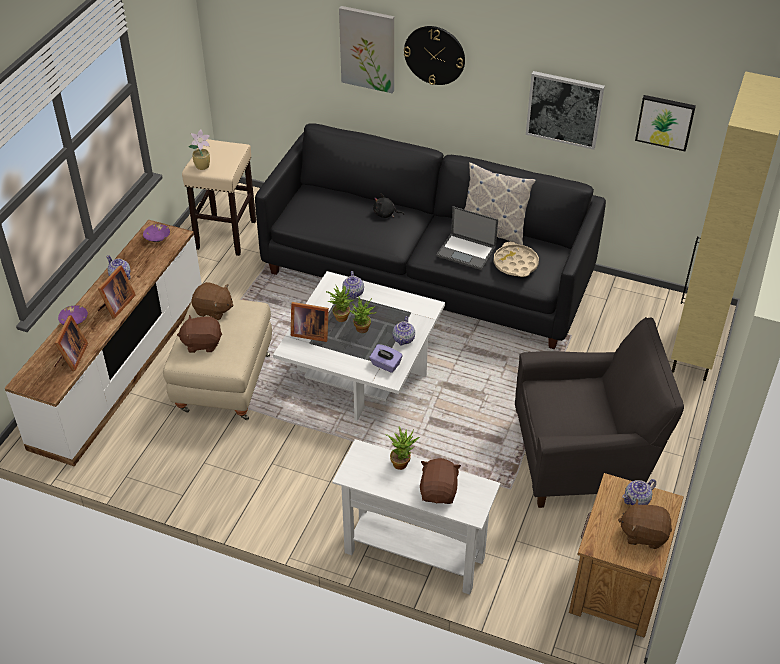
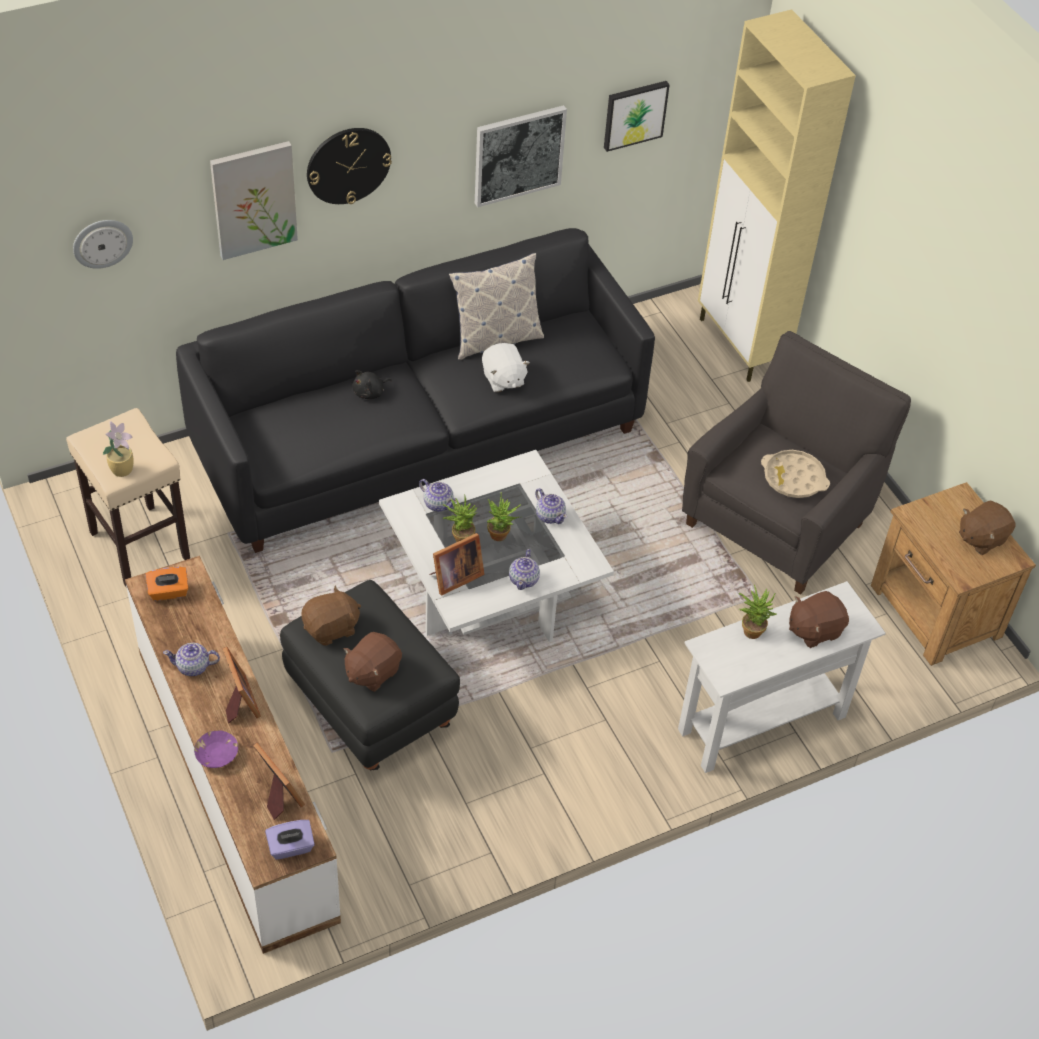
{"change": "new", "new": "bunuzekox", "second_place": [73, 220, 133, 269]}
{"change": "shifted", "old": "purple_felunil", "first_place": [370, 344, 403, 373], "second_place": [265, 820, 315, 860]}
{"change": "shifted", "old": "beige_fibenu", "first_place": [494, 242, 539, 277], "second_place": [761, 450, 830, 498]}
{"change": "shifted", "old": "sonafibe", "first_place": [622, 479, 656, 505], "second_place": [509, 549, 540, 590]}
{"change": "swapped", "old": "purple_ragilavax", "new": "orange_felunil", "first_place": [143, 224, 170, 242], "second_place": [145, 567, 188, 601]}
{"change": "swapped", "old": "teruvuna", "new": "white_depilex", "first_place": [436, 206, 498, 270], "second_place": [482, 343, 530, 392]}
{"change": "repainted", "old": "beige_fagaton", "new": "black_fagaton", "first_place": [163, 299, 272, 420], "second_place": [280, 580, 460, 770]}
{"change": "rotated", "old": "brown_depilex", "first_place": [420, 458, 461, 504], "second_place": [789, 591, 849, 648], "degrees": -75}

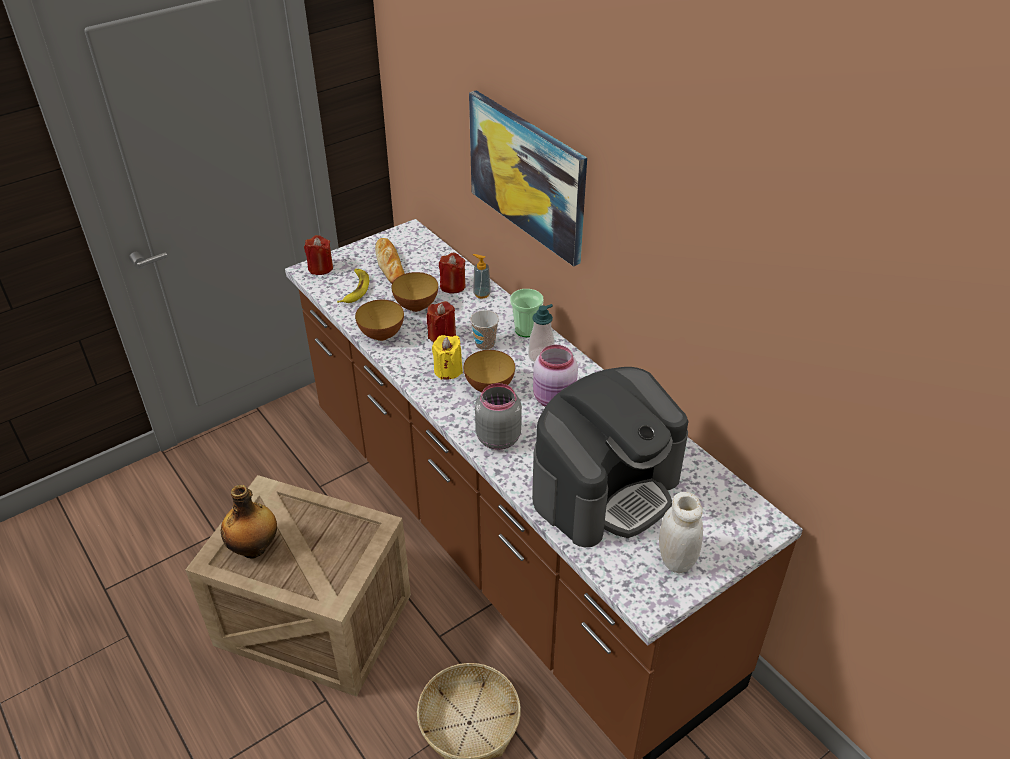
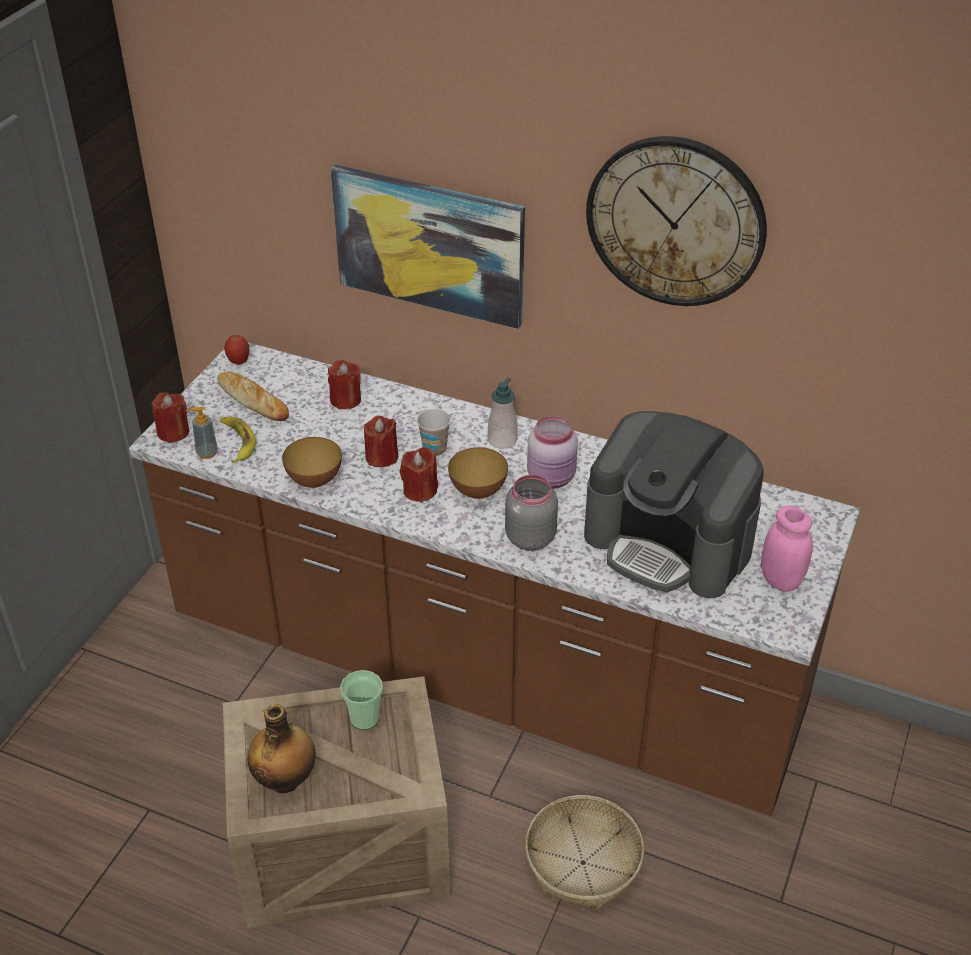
{"change": "gone", "old": "ragilavax", "first_place": [391, 272, 438, 312]}
{"change": "new", "new": "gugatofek", "second_place": [224, 335, 249, 365]}
{"change": "new", "new": "bunuzekox", "second_place": [586, 136, 767, 306]}
{"change": "shifted", "old": "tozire", "first_place": [473, 254, 491, 299], "second_place": [187, 407, 218, 459]}
{"change": "shifted", "old": "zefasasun", "first_place": [510, 289, 543, 337], "second_place": [340, 670, 383, 730]}
{"change": "repainted", "old": "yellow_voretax", "new": "red_voretax", "first_place": [432, 335, 463, 380], "second_place": [400, 447, 438, 503]}
{"change": "repainted", "old": "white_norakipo", "new": "pink_norakipo", "first_place": [659, 492, 703, 573], "second_place": [761, 505, 813, 592]}
{"change": "rotated", "old": "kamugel", "first_place": [532, 367, 688, 548], "second_place": [584, 411, 764, 598], "degrees": 105}

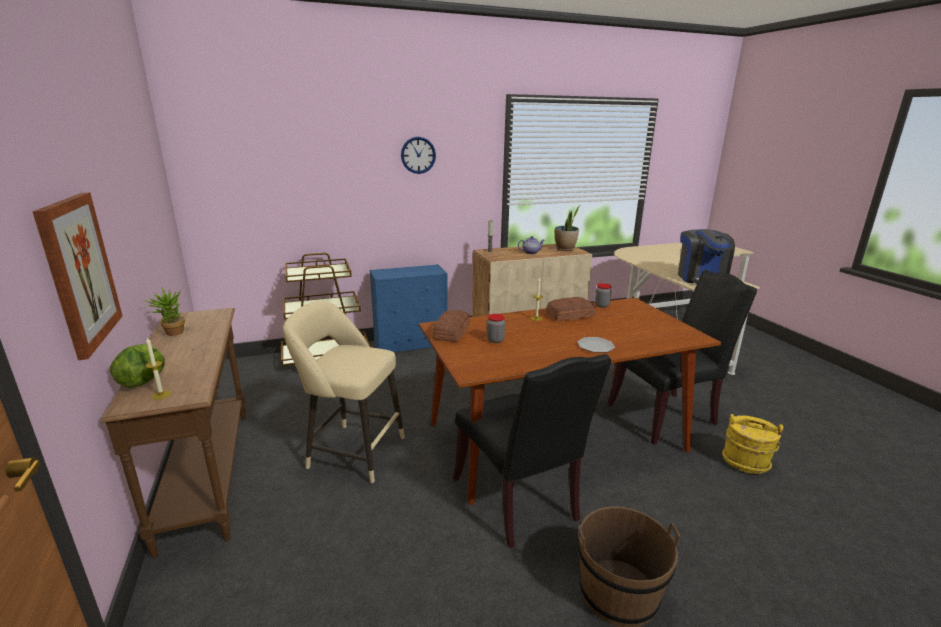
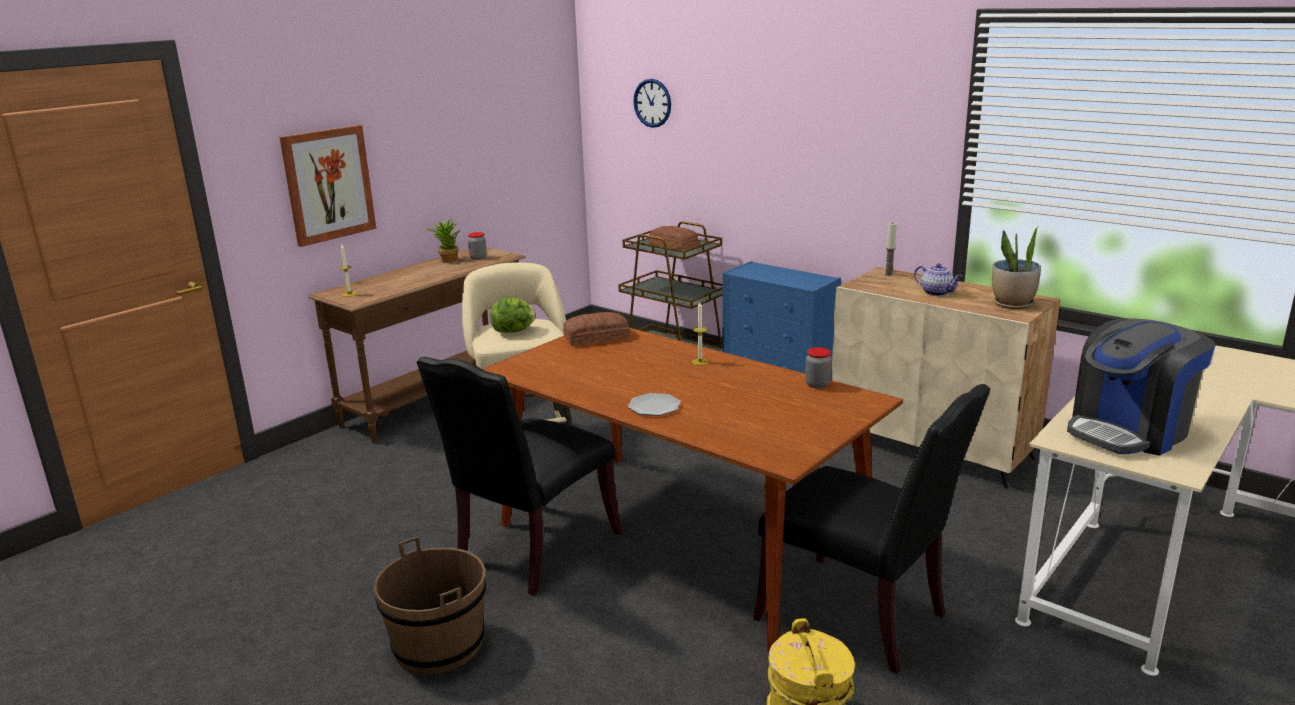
{"change": "shifted", "old": "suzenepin", "first_place": [110, 344, 165, 388], "second_place": [490, 297, 536, 333]}
{"change": "shifted", "old": "bunuzekox", "first_place": [401, 137, 436, 174], "second_place": [633, 79, 671, 128]}
{"change": "shifted", "old": "norakipo", "first_place": [487, 314, 505, 343], "second_place": [468, 232, 487, 260]}
{"change": "shifted", "old": "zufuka", "first_place": [546, 297, 596, 321], "second_place": [648, 226, 699, 250]}

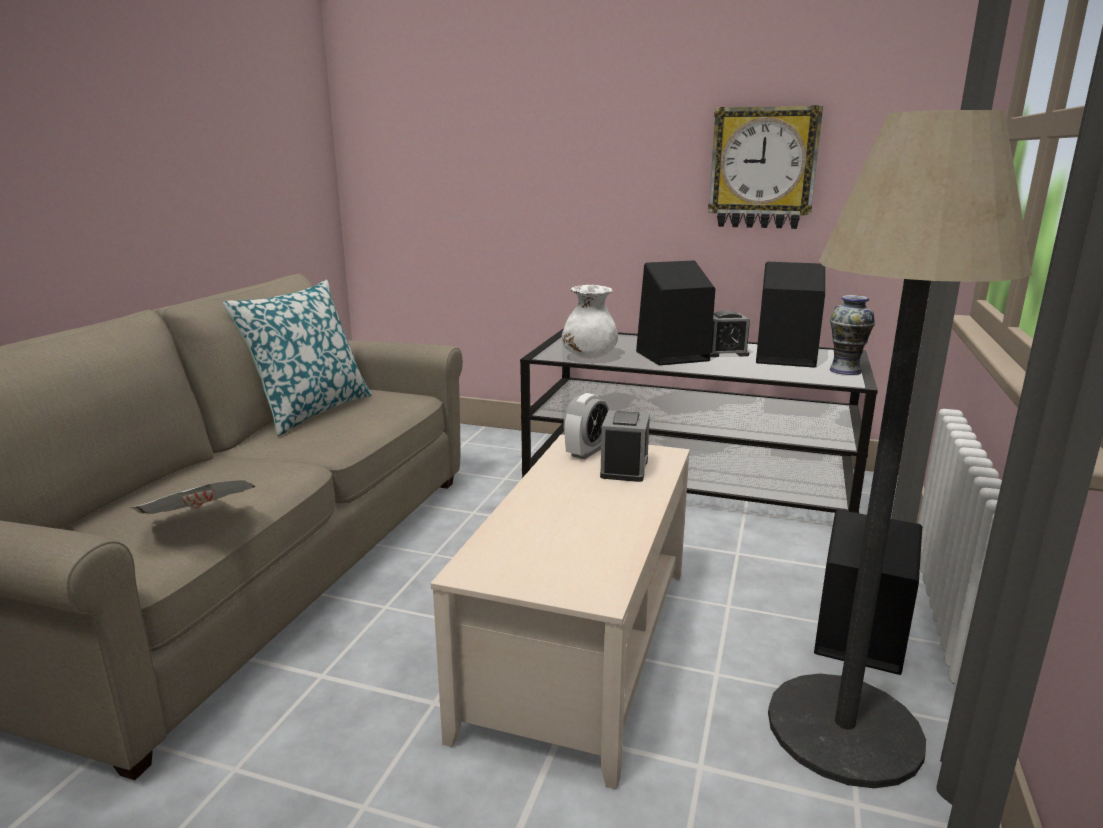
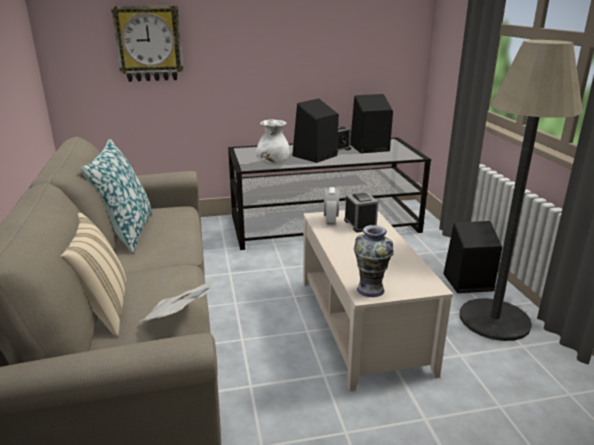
{"change": "new", "new": "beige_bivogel", "second_place": [61, 213, 126, 337]}
{"change": "shifted", "old": "bunuzekox", "first_place": [708, 105, 823, 229], "second_place": [111, 6, 184, 82]}
{"change": "shifted", "old": "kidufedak", "first_place": [830, 295, 875, 375], "second_place": [354, 225, 394, 297]}

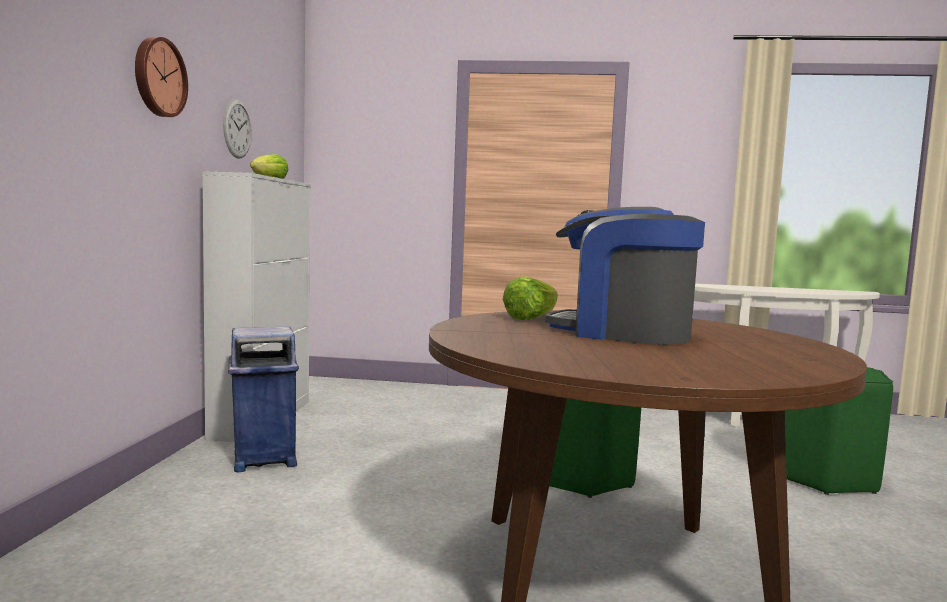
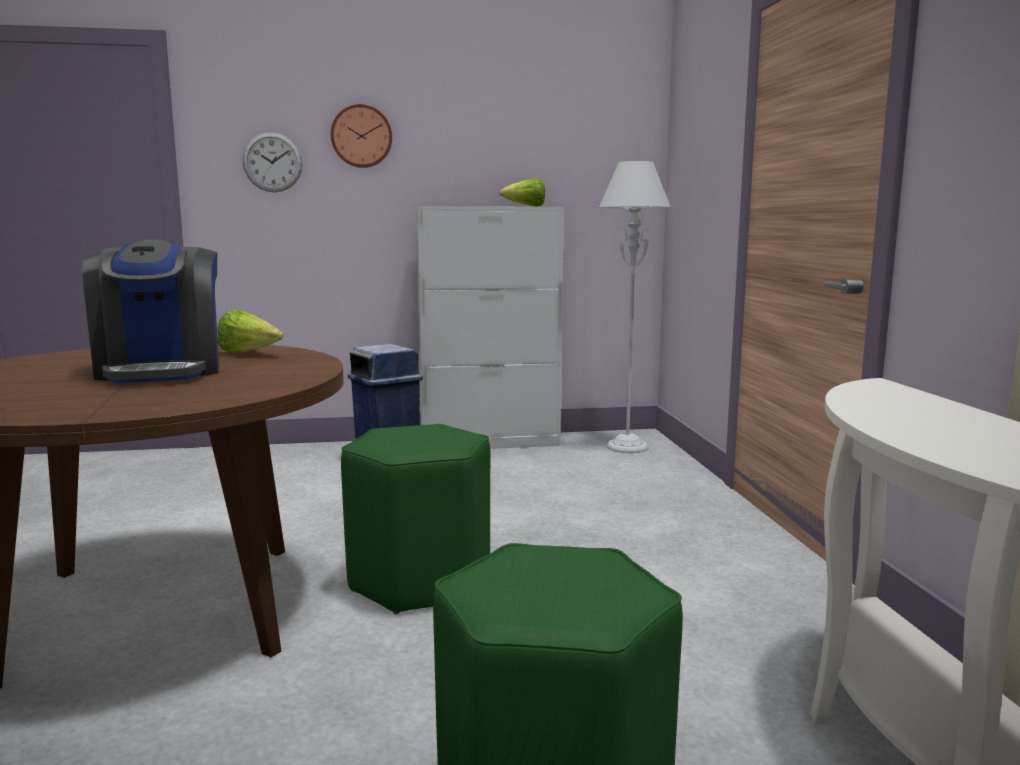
{"change": "new", "new": "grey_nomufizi", "second_place": [599, 161, 670, 453]}
{"change": "shifted", "old": "bunuzekox", "first_place": [223, 99, 252, 158], "second_place": [242, 132, 303, 192]}
{"change": "rotated", "old": "kamugel", "first_place": [545, 207, 705, 345], "second_place": [82, 240, 219, 383], "degrees": 150}

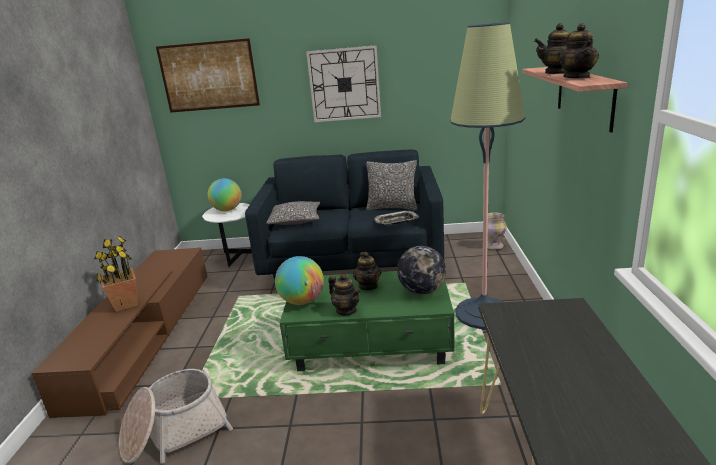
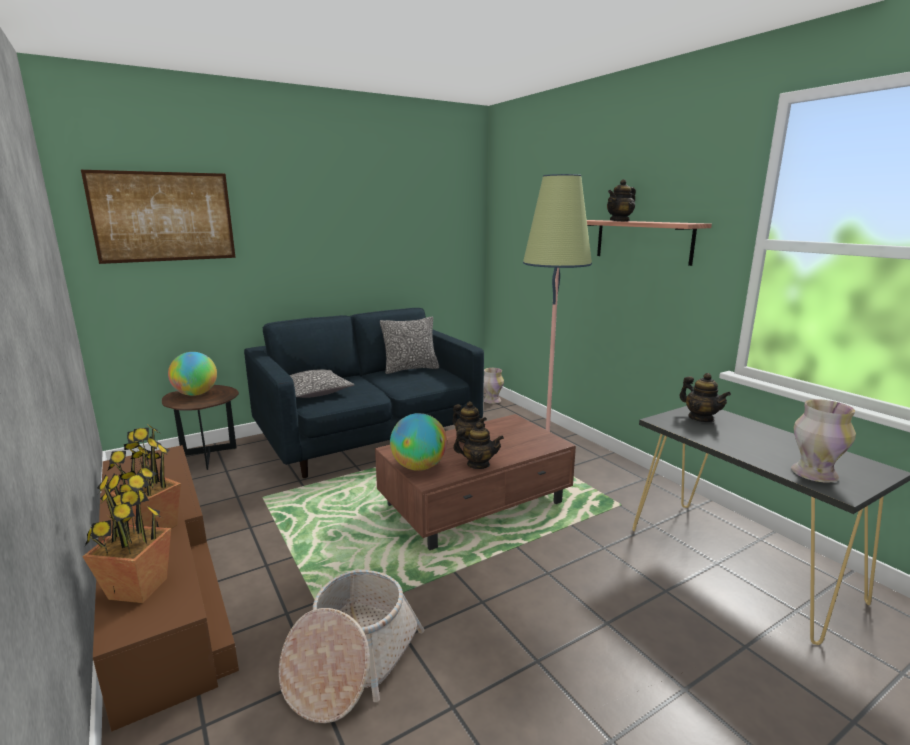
{"change": "gone", "old": "bunuzekox", "first_place": [306, 45, 381, 122]}
{"change": "gone", "old": "fibenu", "first_place": [374, 211, 419, 225]}
{"change": "gone", "old": "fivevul", "first_place": [397, 246, 446, 295]}
{"change": "new", "new": "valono", "second_place": [82, 473, 171, 603]}
{"change": "new", "new": "kidufedak", "second_place": [791, 399, 856, 483]}
{"change": "shifted", "old": "sonafibe", "first_place": [559, 23, 599, 78], "second_place": [679, 373, 731, 422]}
{"change": "repainted", "old": "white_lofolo", "new": "brown_lofolo", "first_place": [202, 203, 252, 267], "second_place": [162, 385, 239, 470]}
{"change": "repainted", "old": "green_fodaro", "new": "brown_fodaro", "first_place": [280, 271, 455, 371], "second_place": [375, 414, 576, 550]}

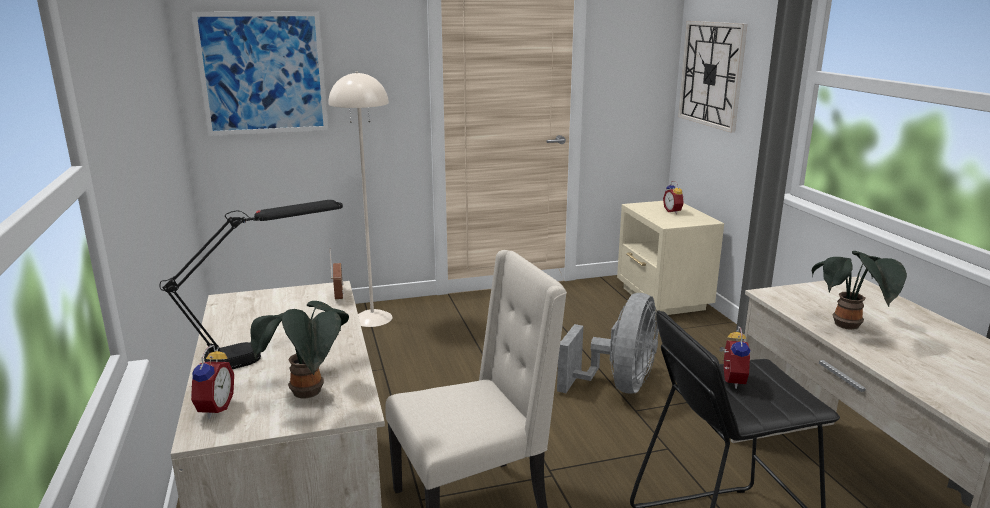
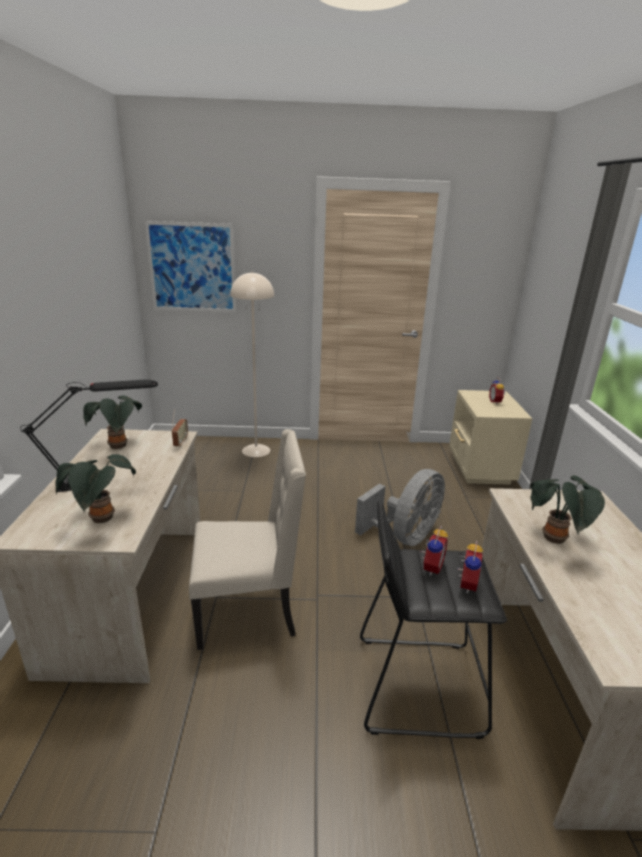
{"change": "gone", "old": "bunuzekox", "first_place": [678, 21, 747, 133]}
{"change": "new", "new": "valono", "second_place": [83, 396, 142, 449]}
{"change": "shifted", "old": "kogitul", "first_place": [191, 345, 234, 419], "second_place": [458, 541, 483, 594]}

